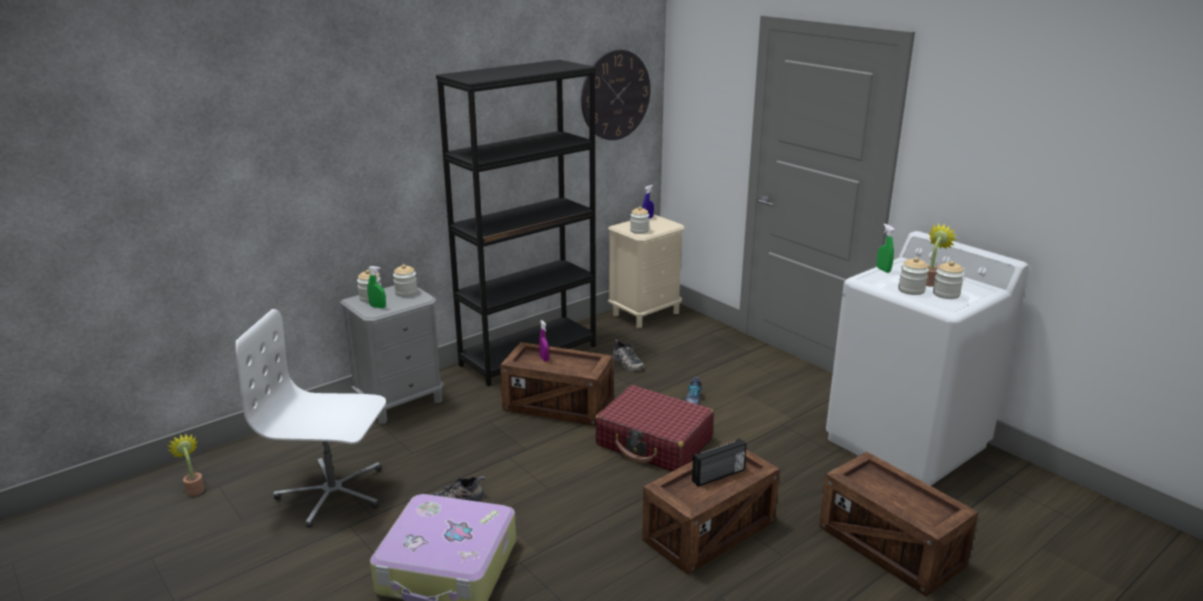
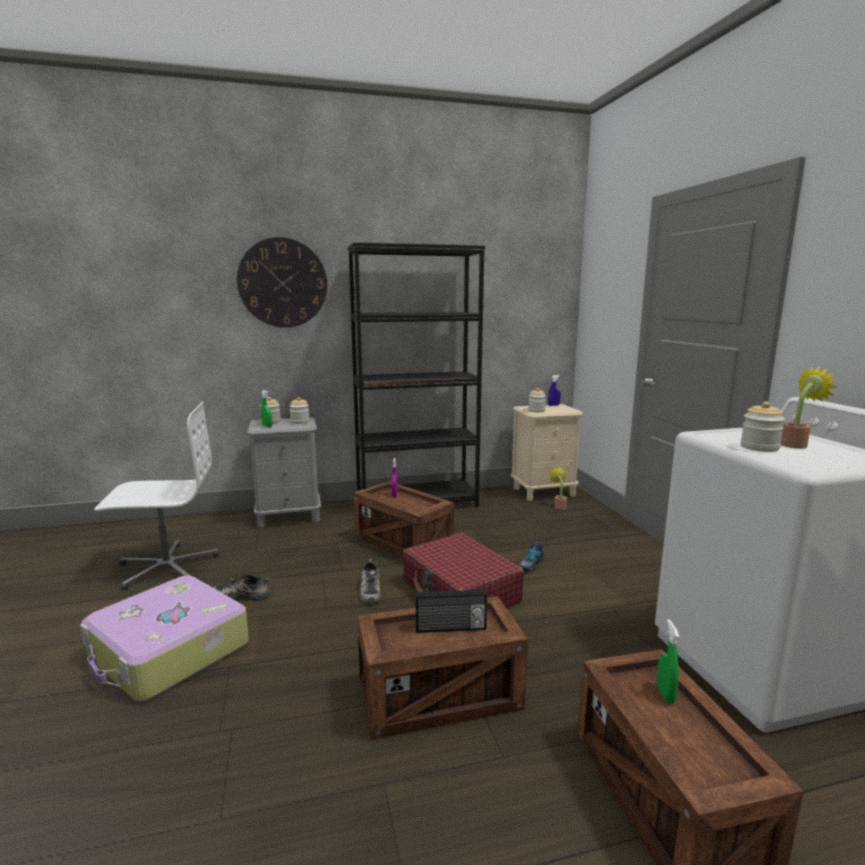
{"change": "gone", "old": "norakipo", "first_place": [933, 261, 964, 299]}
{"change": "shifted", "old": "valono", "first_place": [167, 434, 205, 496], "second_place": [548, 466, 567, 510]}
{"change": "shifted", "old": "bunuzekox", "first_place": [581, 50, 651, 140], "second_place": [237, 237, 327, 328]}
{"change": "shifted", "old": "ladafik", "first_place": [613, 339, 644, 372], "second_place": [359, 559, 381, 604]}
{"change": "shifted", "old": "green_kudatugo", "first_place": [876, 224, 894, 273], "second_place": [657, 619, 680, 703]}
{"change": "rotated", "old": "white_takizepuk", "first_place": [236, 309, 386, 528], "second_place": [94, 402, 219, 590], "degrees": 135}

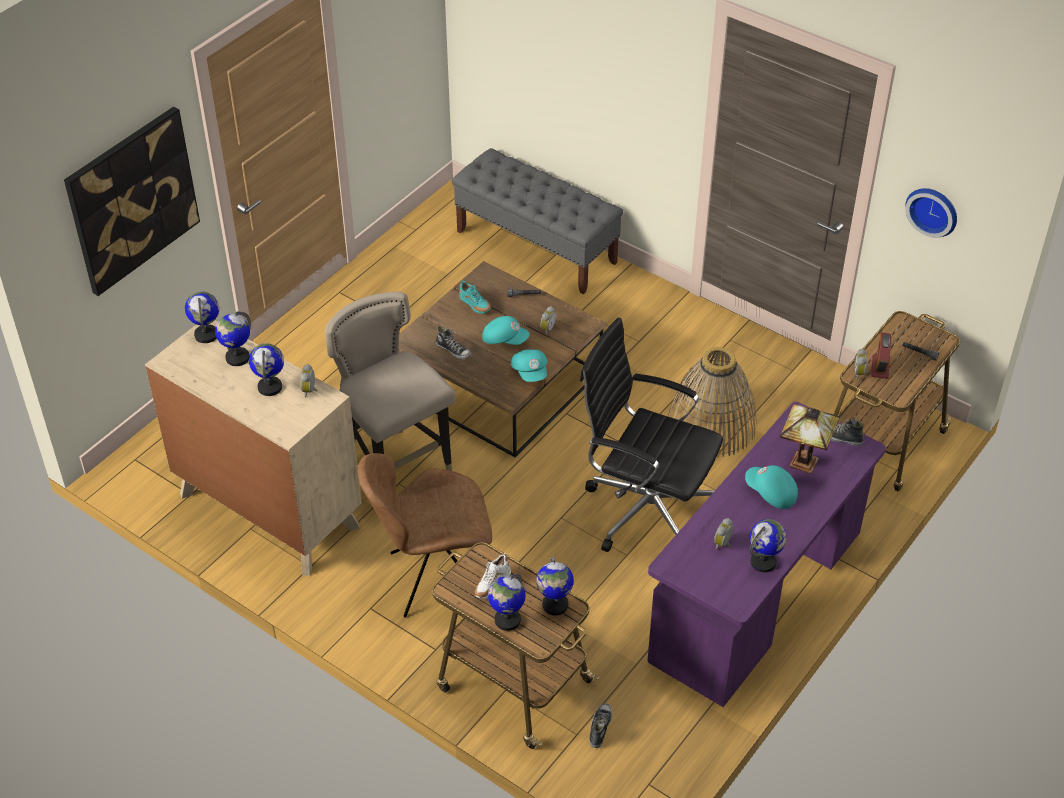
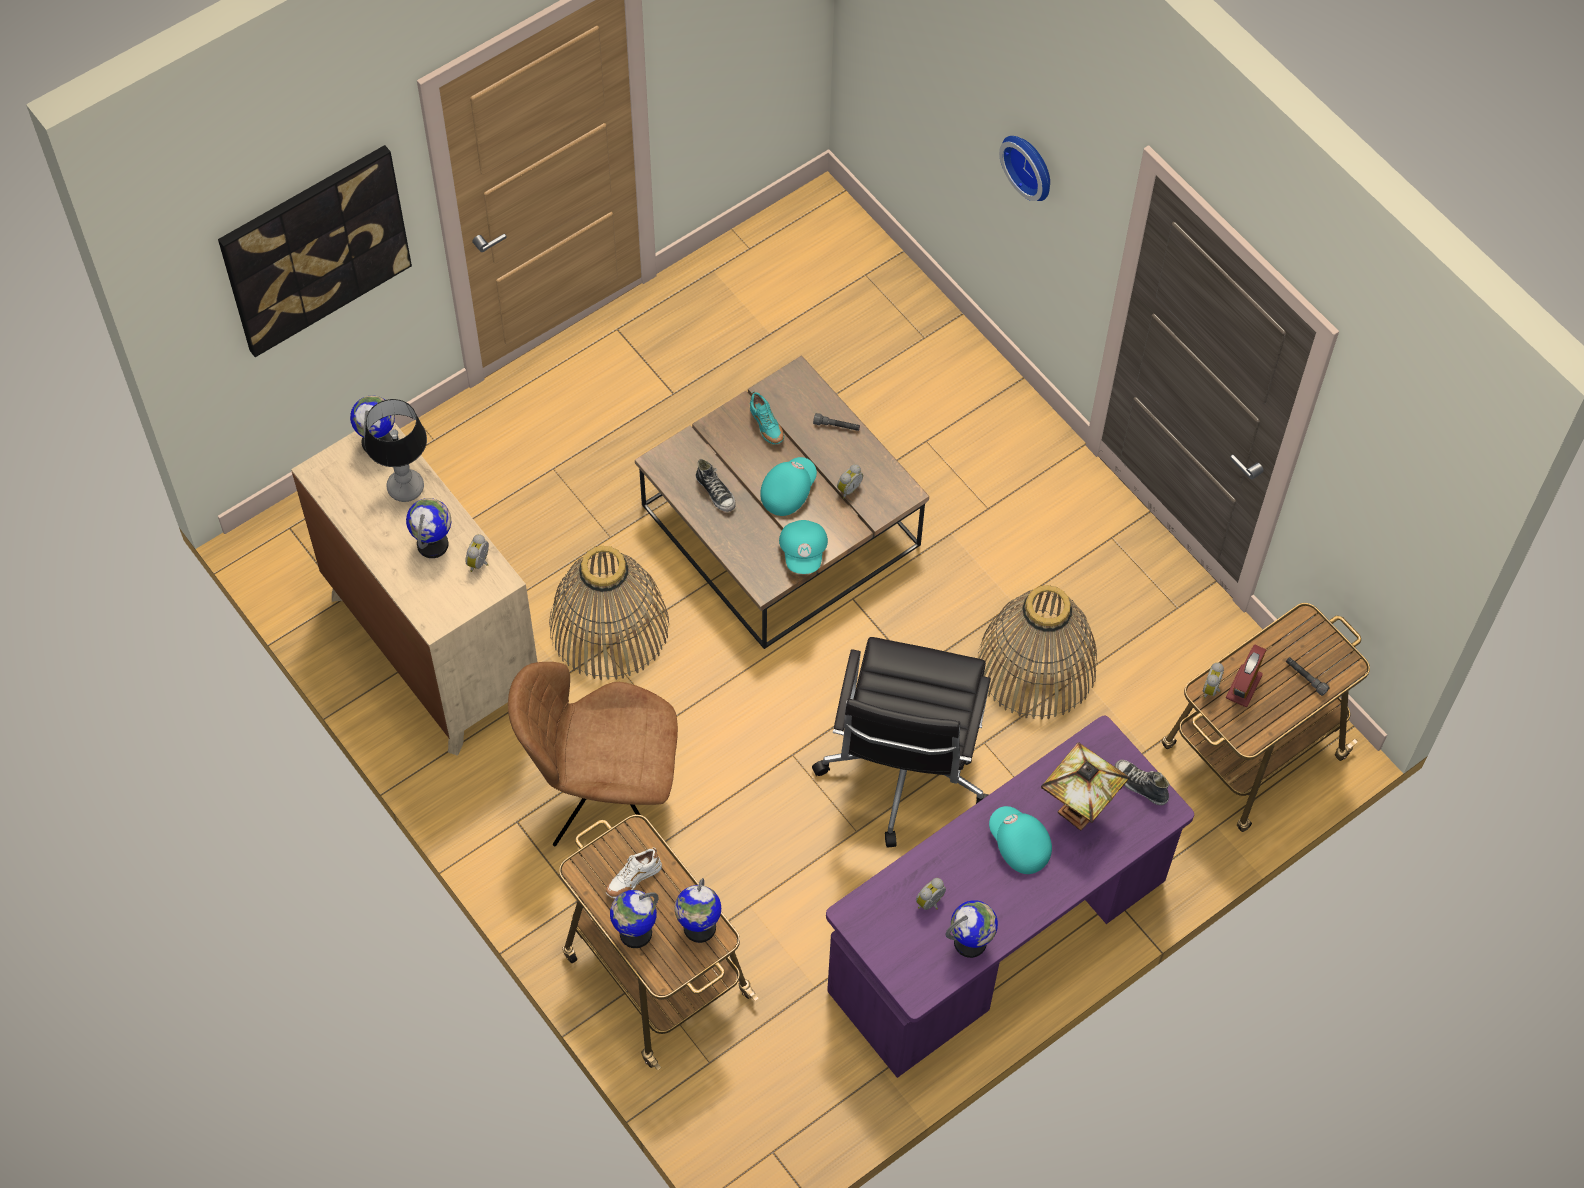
{"change": "gone", "old": "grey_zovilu", "first_place": [452, 148, 623, 294]}
{"change": "gone", "old": "ladafik", "first_place": [589, 703, 612, 748]}
{"change": "shifted", "old": "bunuzekox", "first_place": [905, 188, 957, 238], "second_place": [999, 136, 1050, 201]}
{"change": "swapped", "old": "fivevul", "new": "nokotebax", "first_place": [215, 311, 251, 366], "second_place": [364, 399, 427, 502]}
{"change": "swapped", "old": "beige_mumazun", "new": "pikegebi", "first_place": [325, 292, 456, 471], "second_place": [549, 545, 669, 680]}
{"change": "rotated", "old": "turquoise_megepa", "first_place": [482, 316, 529, 345], "second_place": [760, 457, 817, 516], "degrees": -90}
{"change": "rotated", "old": "black_takizepuk", "first_place": [580, 317, 723, 552], "second_place": [812, 637, 991, 848], "degrees": -120}

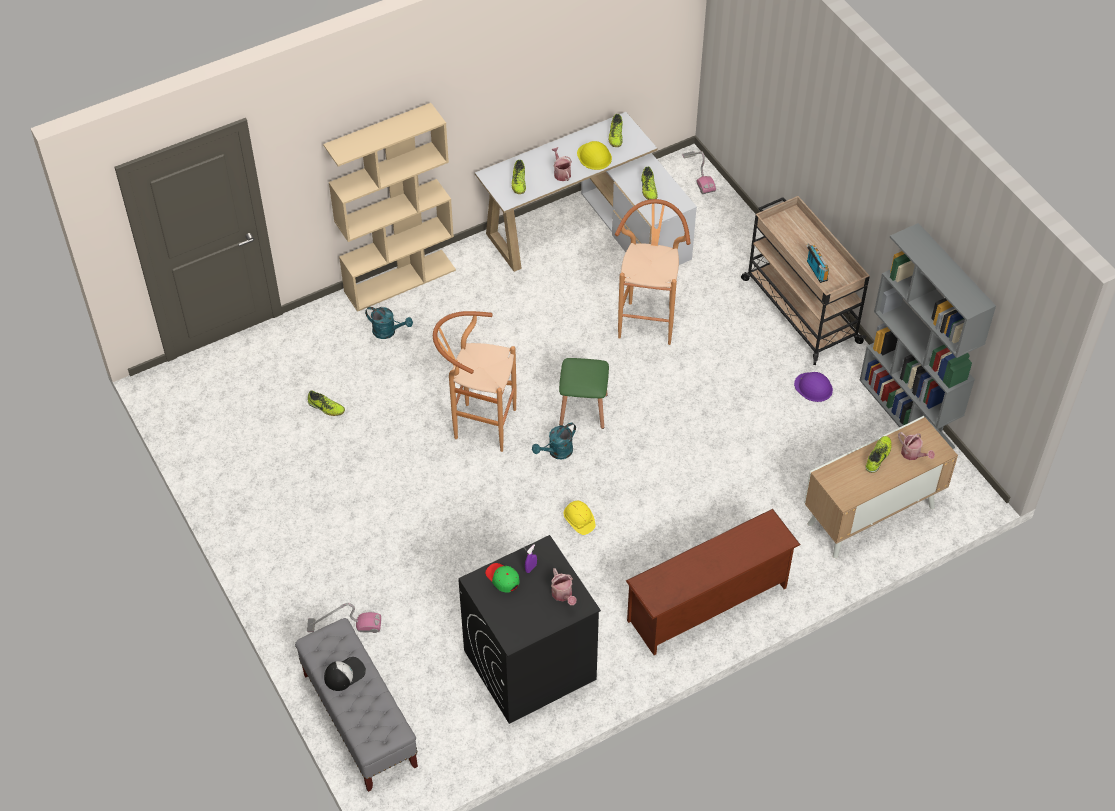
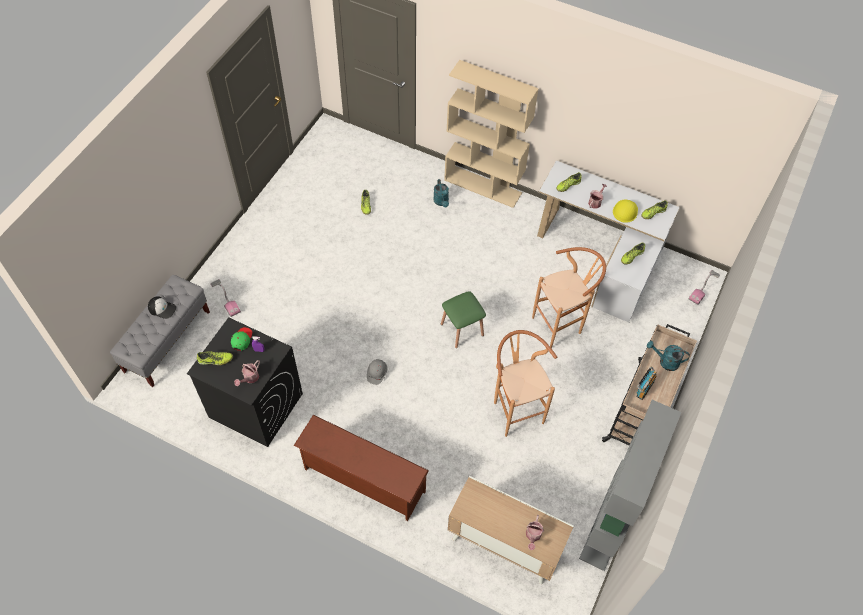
{"change": "gone", "old": "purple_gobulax", "first_place": [794, 372, 833, 402]}
{"change": "shifted", "old": "brown_mumazun", "first_place": [433, 311, 516, 452], "second_place": [494, 330, 557, 437]}
{"change": "shifted", "old": "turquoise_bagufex", "first_place": [532, 423, 576, 459], "second_place": [647, 341, 690, 371]}
{"change": "shifted", "old": "ladafik", "first_place": [865, 436, 892, 473], "second_place": [197, 351, 233, 365]}
{"change": "repainted", "old": "yellow_gobulax", "new": "grey_gobulax", "first_place": [564, 501, 596, 535], "second_place": [367, 359, 388, 385]}

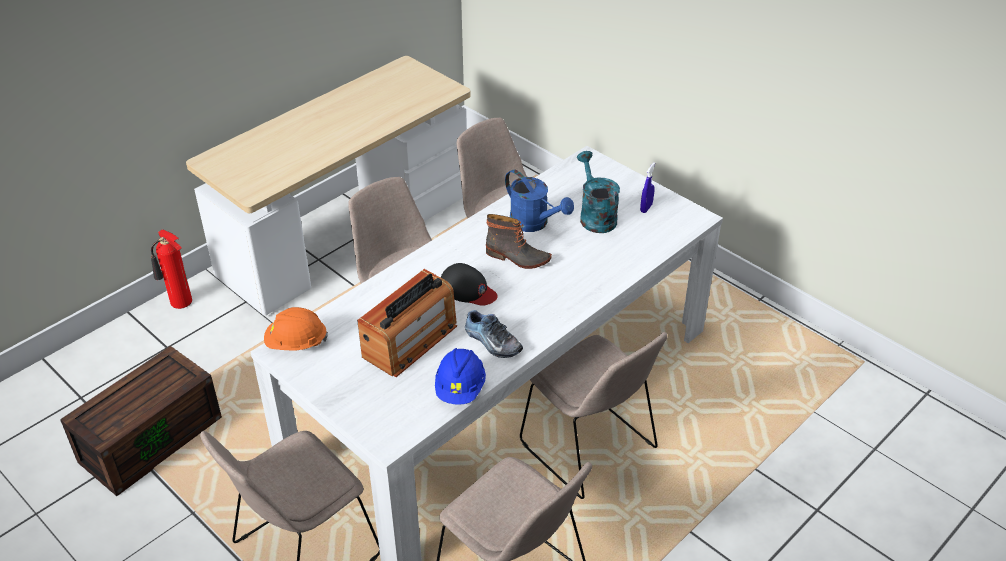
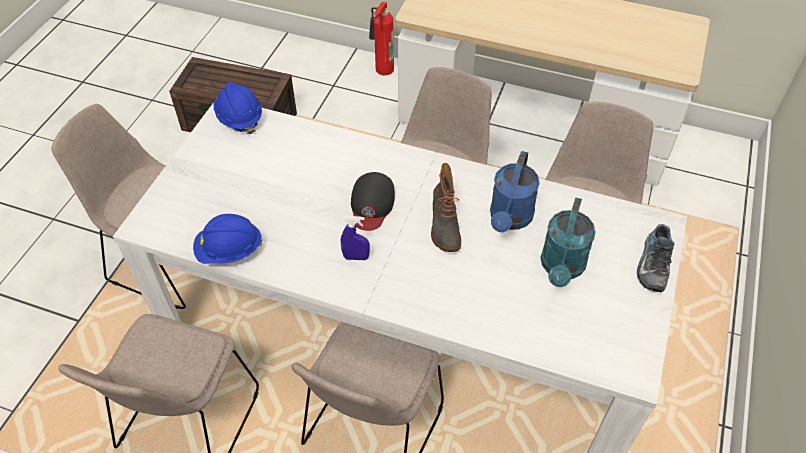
{"change": "gone", "old": "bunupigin", "first_place": [357, 269, 457, 377]}
{"change": "shifted", "old": "ladafik", "first_place": [465, 310, 523, 358], "second_place": [637, 224, 674, 292]}
{"change": "shifted", "old": "blue_kudatugo", "first_place": [640, 162, 655, 213], "second_place": [341, 216, 370, 260]}
{"change": "repainted", "old": "orange_gobulax", "new": "blue_gobulax", "first_place": [264, 307, 328, 351], "second_place": [213, 82, 262, 134]}
{"change": "rotated", "old": "turquoise_bagufex", "first_place": [577, 151, 620, 233], "second_place": [541, 197, 596, 287], "degrees": 150}

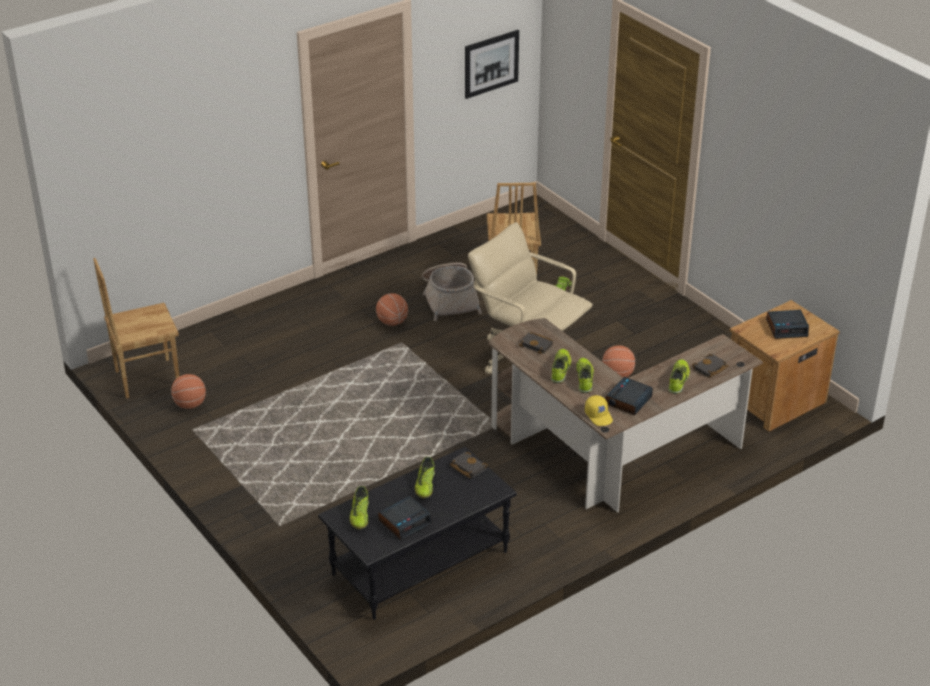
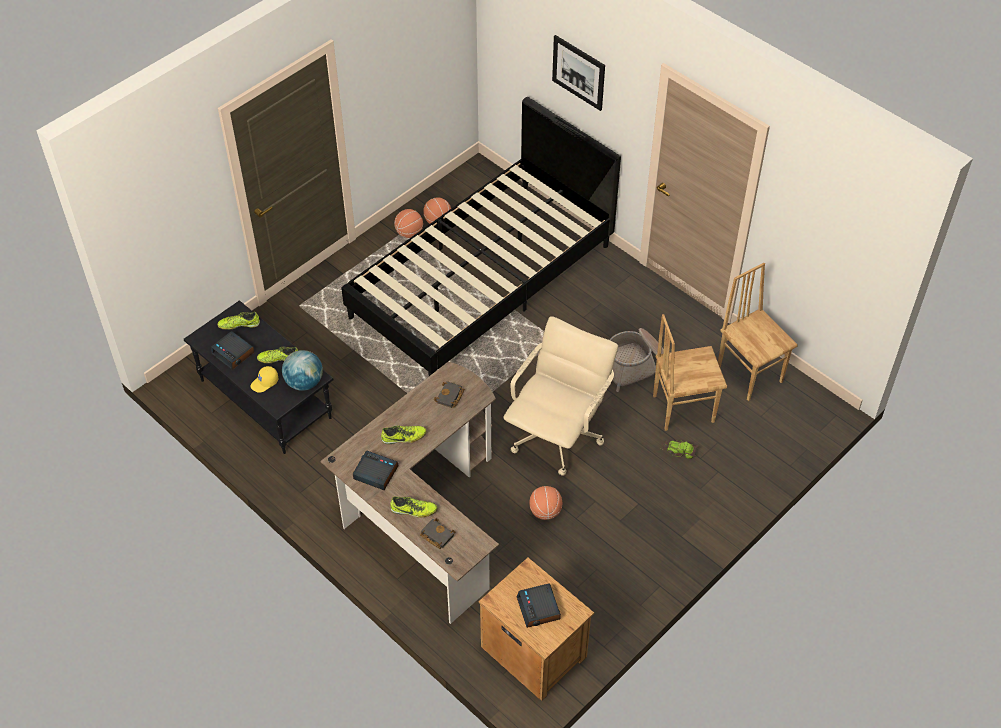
{"change": "gone", "old": "ladafik", "first_place": [551, 349, 571, 383]}
{"change": "new", "new": "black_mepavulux", "second_place": [341, 97, 621, 376]}
{"change": "shifted", "old": "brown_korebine", "first_place": [93, 258, 179, 399], "second_place": [718, 263, 798, 401]}
{"change": "shifted", "old": "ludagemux", "first_place": [376, 293, 408, 326], "second_place": [394, 209, 423, 238]}
{"change": "shifted", "old": "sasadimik", "first_place": [465, 30, 519, 99], "second_place": [552, 35, 605, 111]}
{"change": "shifted", "old": "yellow_megepa", "first_place": [585, 395, 613, 426], "second_place": [251, 366, 279, 393]}
{"change": "swapped", "old": "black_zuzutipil", "new": "fivevul", "first_place": [450, 452, 488, 478], "second_place": [282, 350, 323, 391]}

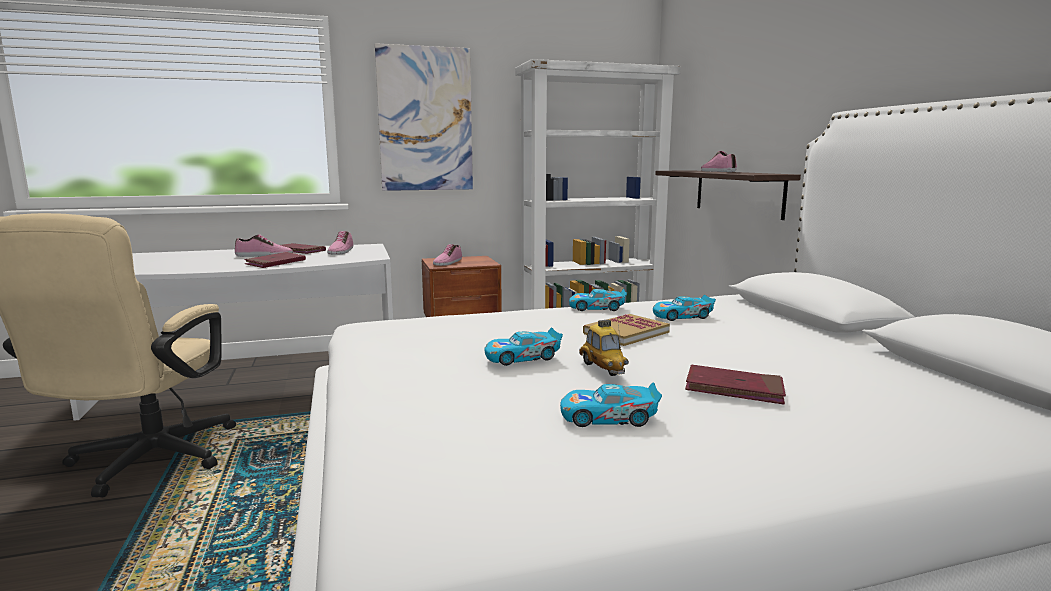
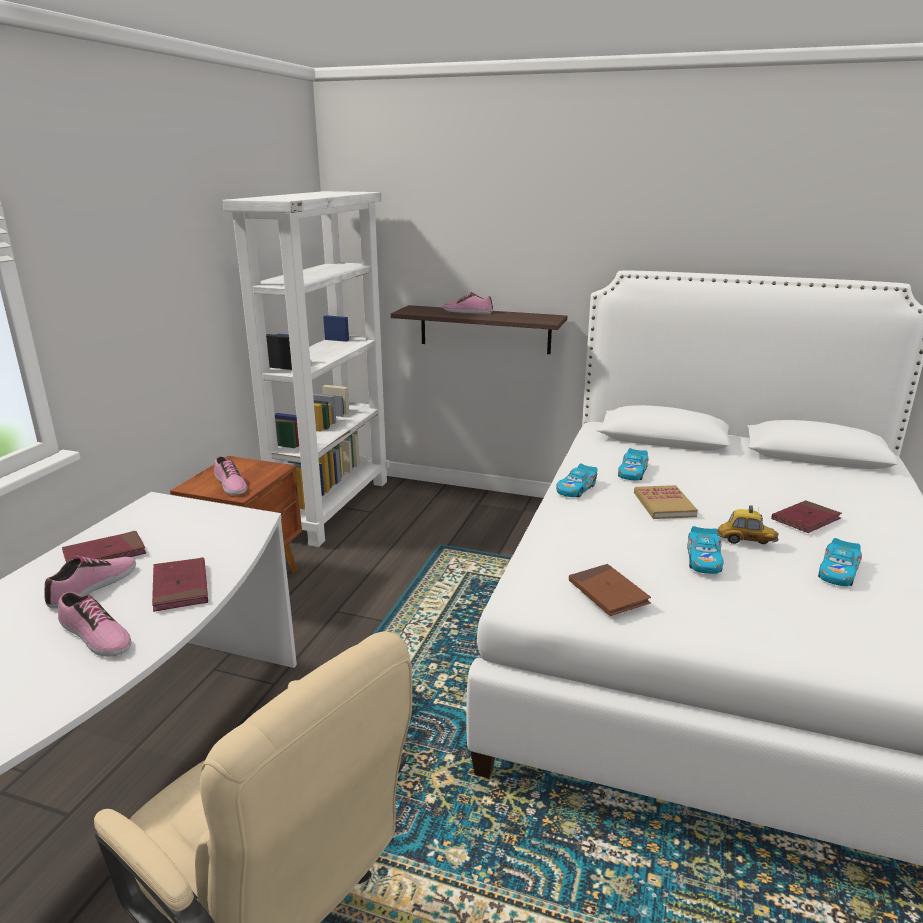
{"change": "gone", "old": "sasadimik", "first_place": [375, 43, 473, 191]}
{"change": "new", "new": "brown_zuzutipil", "second_place": [569, 564, 651, 616]}
{"change": "shifted", "old": "ladafik", "first_place": [327, 231, 353, 254], "second_place": [58, 592, 131, 657]}

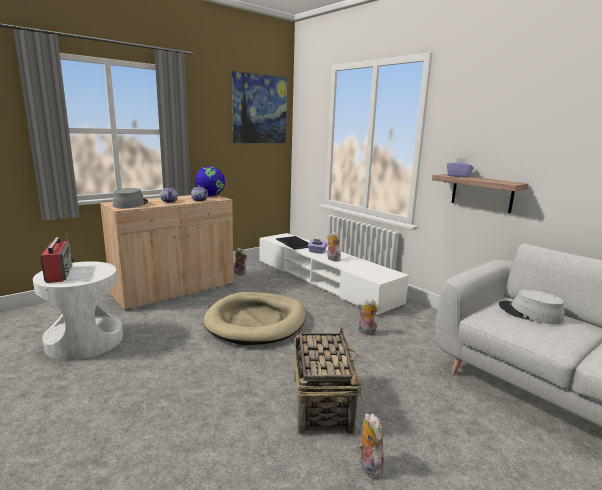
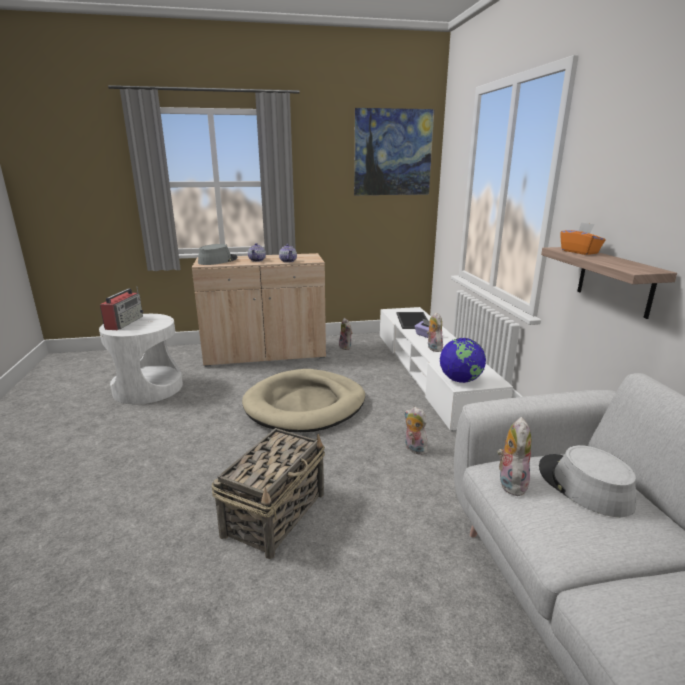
{"change": "shifted", "old": "fivevul", "first_place": [195, 166, 225, 196], "second_place": [440, 338, 486, 383]}
{"change": "shifted", "old": "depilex", "first_place": [358, 413, 385, 479], "second_place": [497, 417, 531, 496]}
{"change": "repainted", "old": "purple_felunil", "new": "orange_felunil", "first_place": [447, 158, 474, 178], "second_place": [560, 222, 606, 255]}

